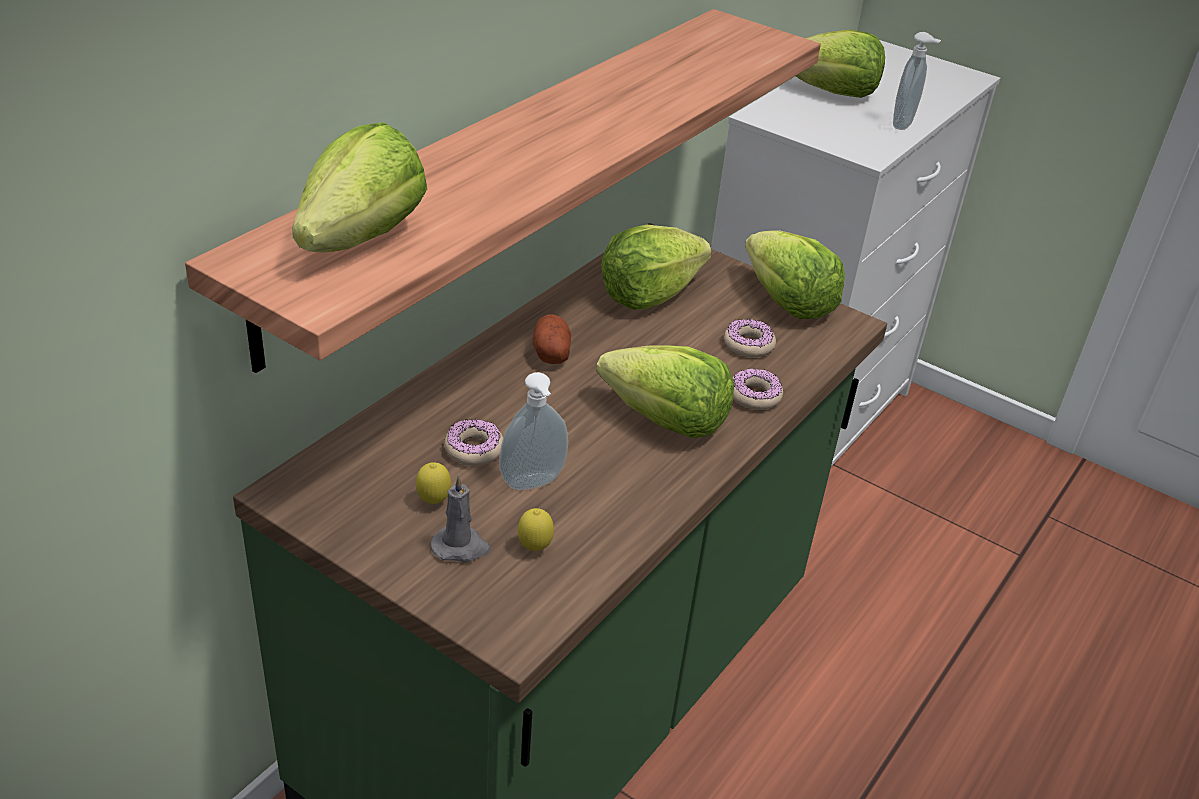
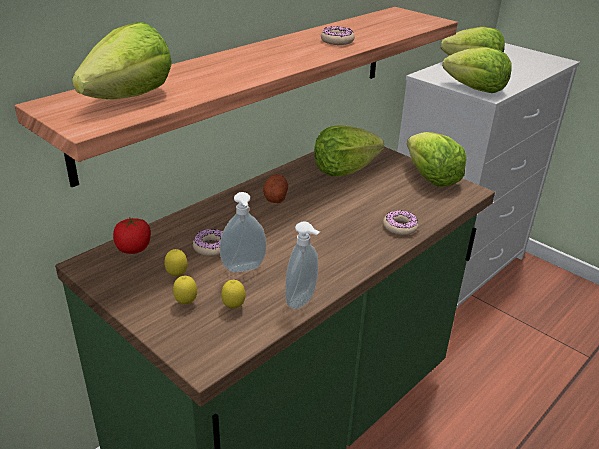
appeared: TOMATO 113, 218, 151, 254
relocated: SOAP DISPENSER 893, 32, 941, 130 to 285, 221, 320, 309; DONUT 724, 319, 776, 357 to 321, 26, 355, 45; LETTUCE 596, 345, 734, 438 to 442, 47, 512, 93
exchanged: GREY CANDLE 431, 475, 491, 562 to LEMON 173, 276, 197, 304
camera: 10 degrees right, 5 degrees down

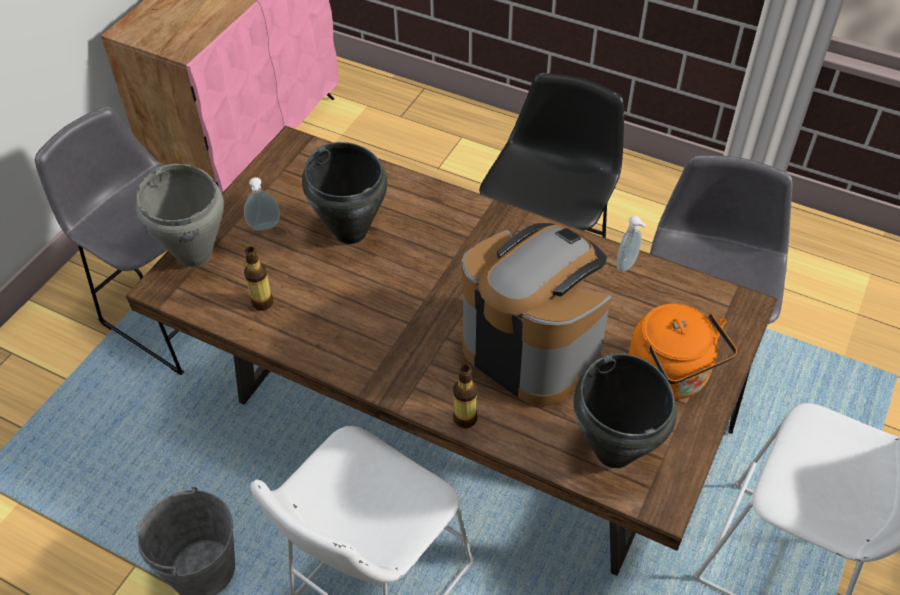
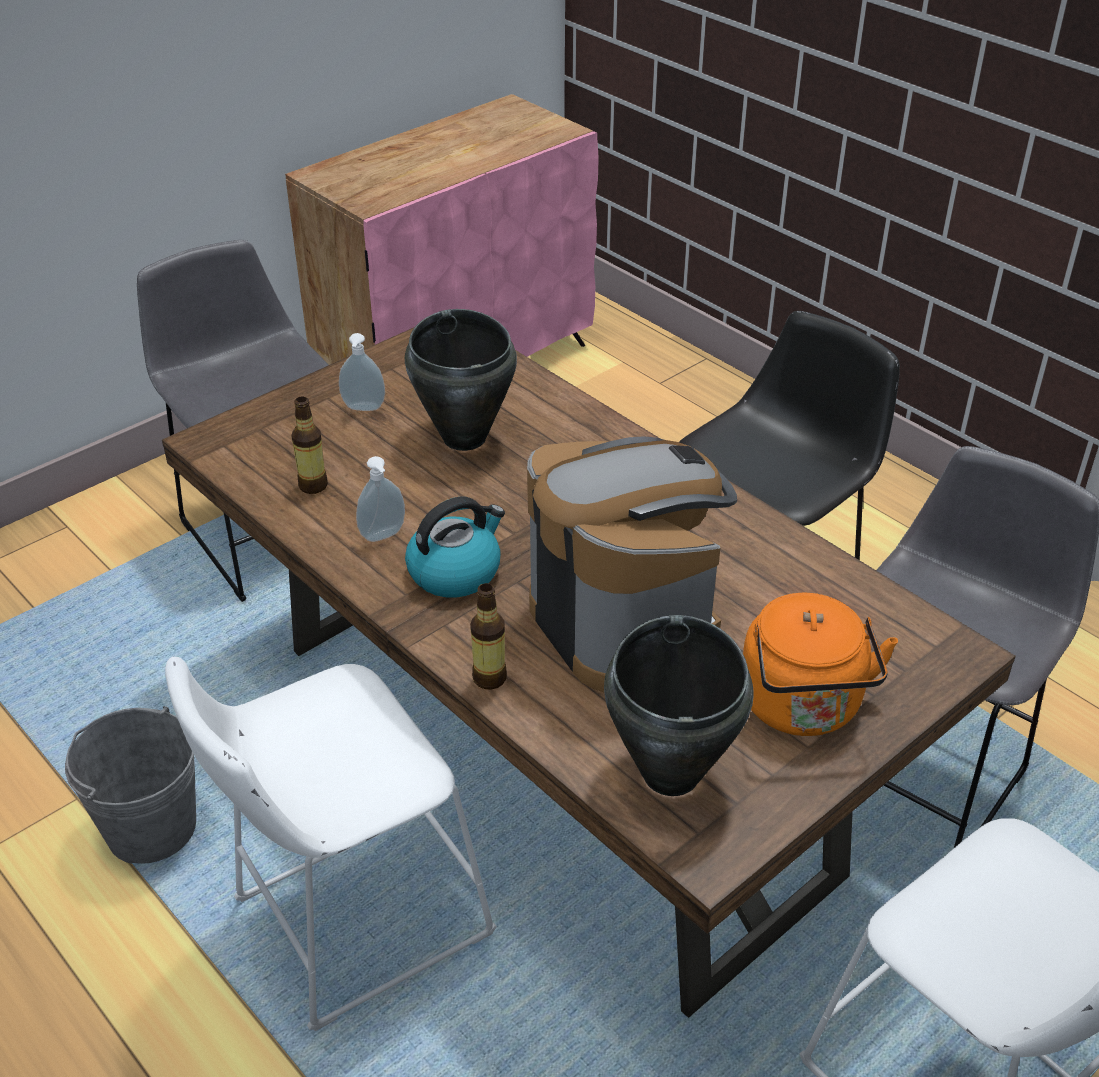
missing: GREY COOKING POT 136, 164, 224, 267
appeared: KETTLE 405, 497, 505, 598
relocated: SOAP DISPENSER 617, 216, 646, 272 to 356, 456, 405, 542
camera: 20 degrees right, 10 degrees down

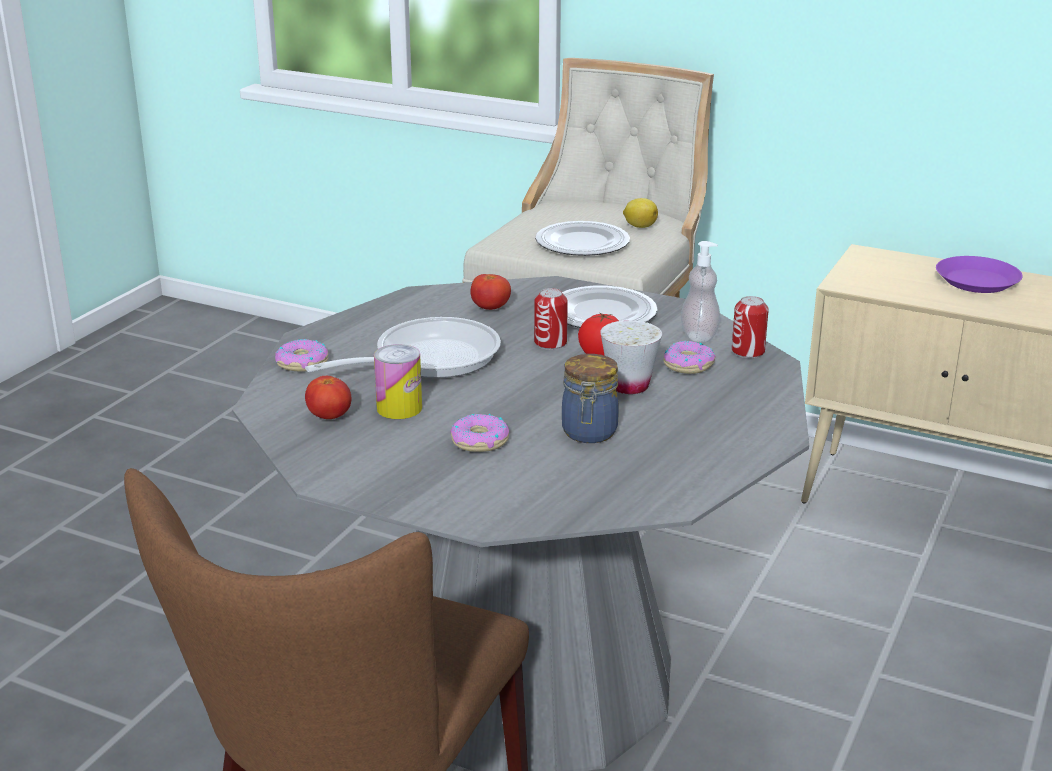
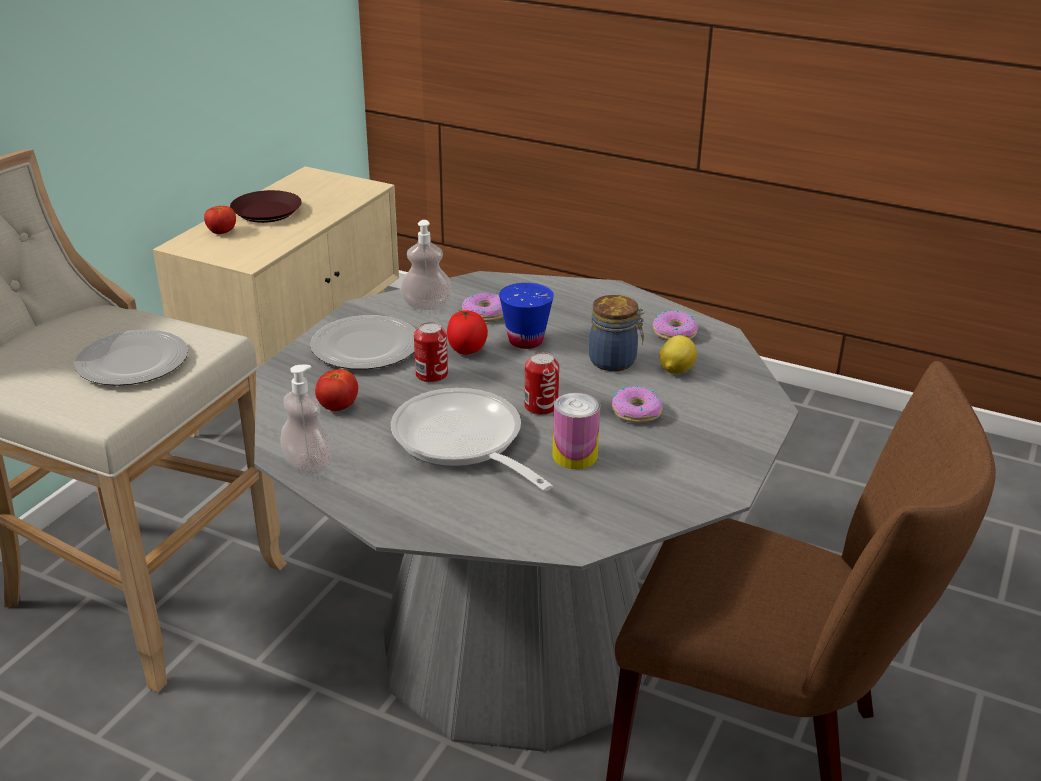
appeared: SOAP DISPENSER 280, 365, 332, 475
relocated: LEMON 623, 198, 658, 228 to 660, 335, 697, 374; CAN 732, 296, 769, 358 to 524, 352, 559, 415; DONUT 275, 339, 329, 371 to 653, 310, 698, 340; TOMATO 305, 376, 352, 419 to 204, 206, 236, 234
colour: PURPLE PLATE 936, 256, 1022, 293 to BROWN PLATE 230, 190, 302, 223; WHITE CUP 600, 320, 662, 394 to BLUE CUP 499, 283, 554, 349
camera: 90 degrees left, 5 degrees up

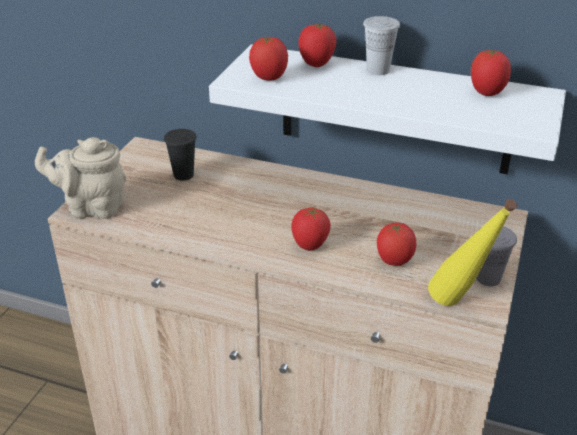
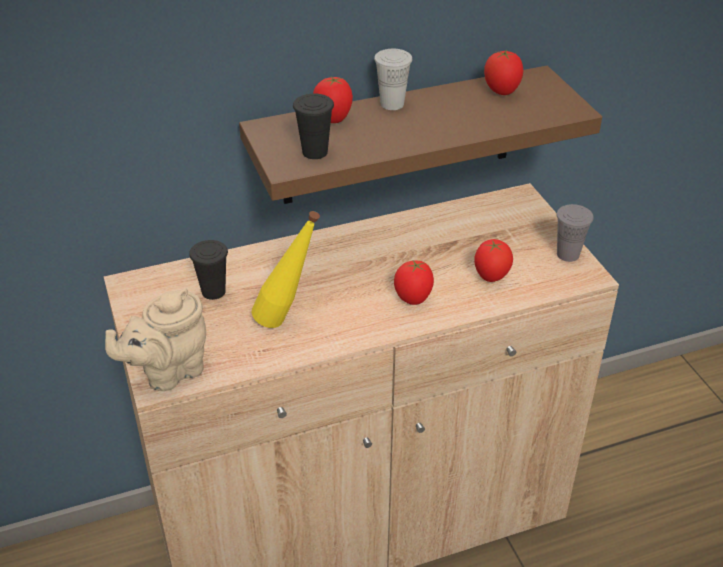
relocated: YELLOW BOTTLE 428, 199, 517, 306 to 251, 211, 320, 328
exchanged: TOMATO 249, 36, 288, 81 to BLACK CUP 293, 93, 334, 159
colour: WHITE SHELF 209, 45, 566, 174 to BROWN SHELF 239, 66, 602, 204
camera: 40 degrees left, 5 degrees up

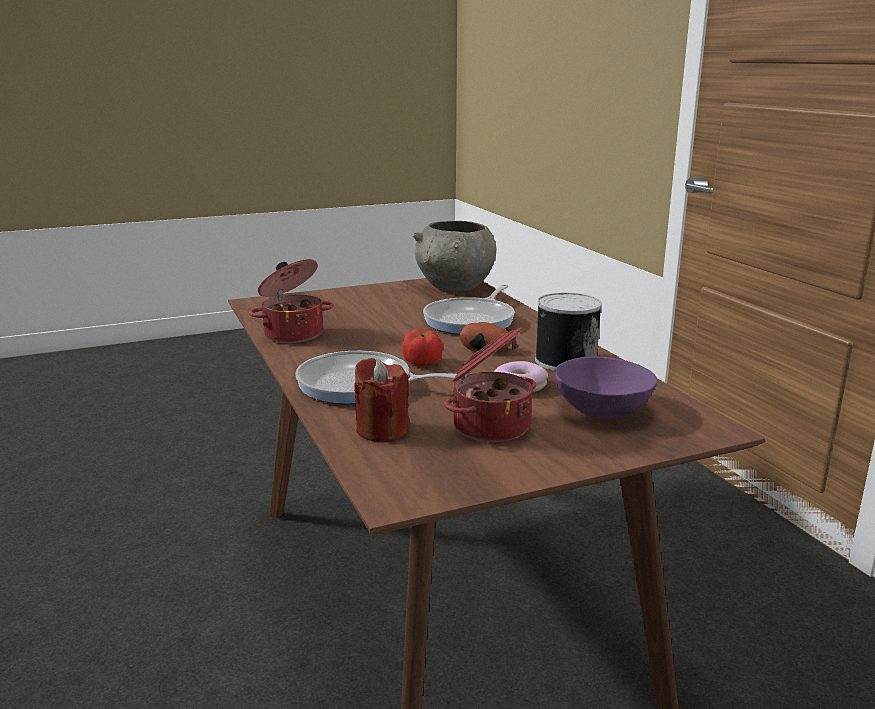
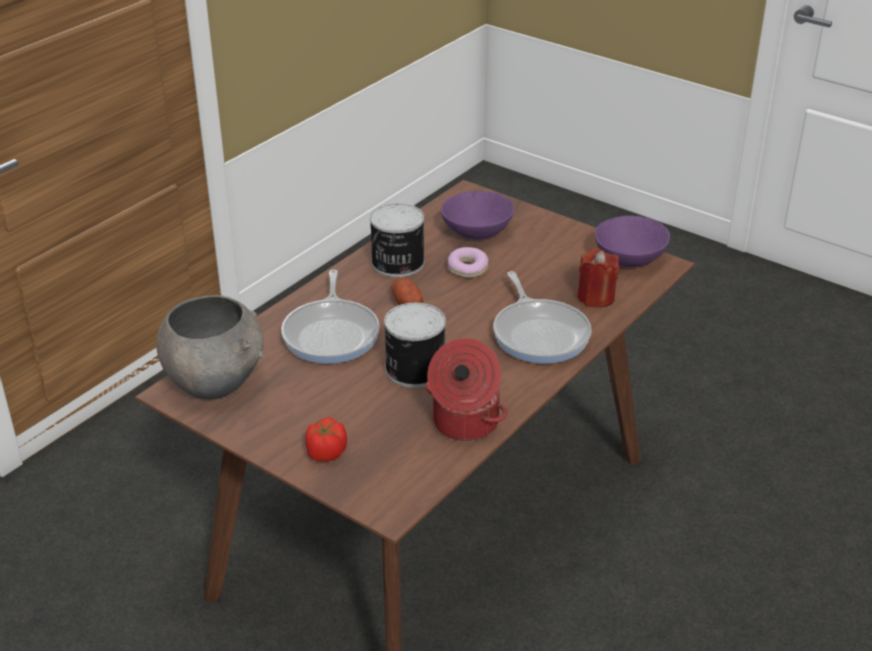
missing: COOKING POT 445, 327, 536, 442
appeared: PURPLE BOWL 595, 216, 670, 267; CAN 384, 303, 446, 388
relocated: TOMATO 402, 328, 443, 367 to 305, 418, 347, 461
spun: FRYING PAN 423, 285, 515, 335 = 281, 269, 380, 364 90 degrees clockwise
camera: 120 degrees left, 15 degrees up

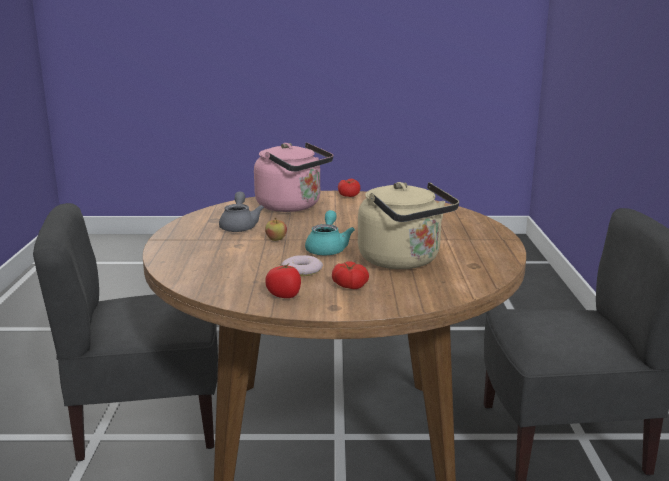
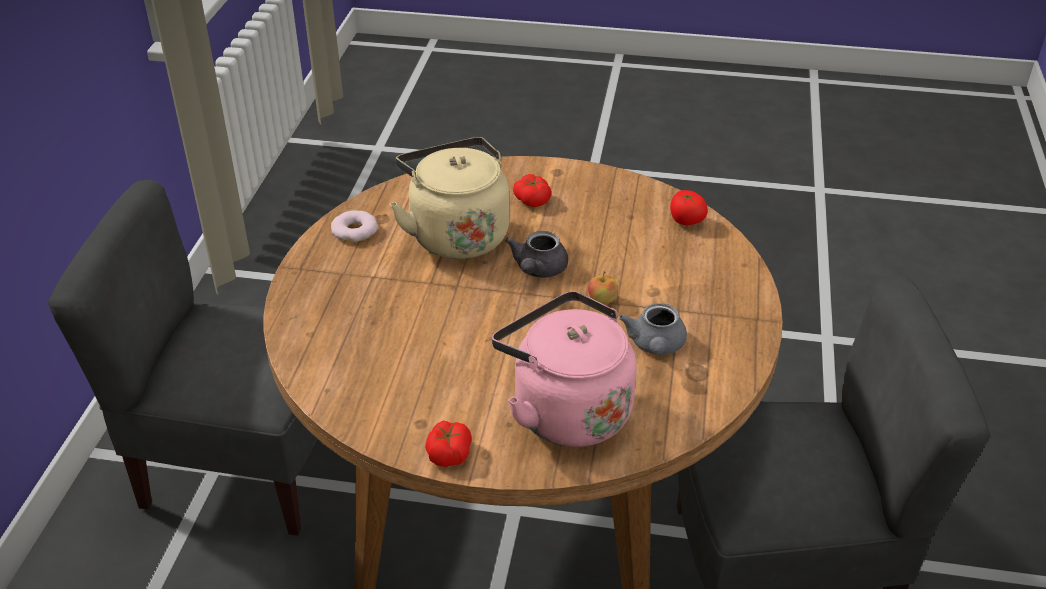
relocated: DONUT 282, 255, 323, 276 to 331, 210, 378, 242; TOMATO 265, 264, 301, 298 to 670, 190, 708, 225
colour: TURQUOISE TEAPOT 305, 210, 355, 256 to GREY TEAPOT 505, 231, 568, 278
camera: 170 degrees left, 20 degrees up

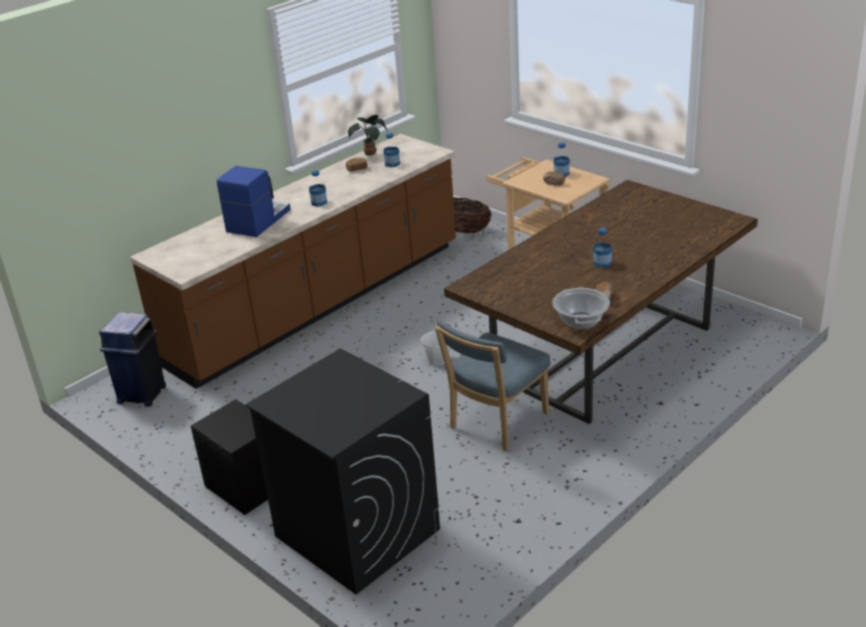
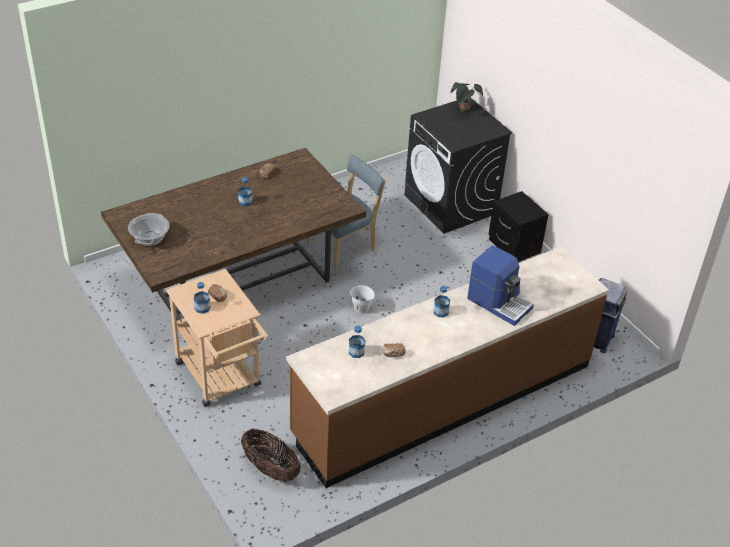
relocated: POTTED PLANT 348, 115, 387, 156 to 450, 82, 483, 112; COOKING POT 552, 287, 610, 329 to 128, 213, 170, 246
spun: COFFEE MACHINE 217, 166, 291, 237 = 467, 245, 534, 326 90 degrees counterclockwise
camera: 170 degrees left, 10 degrees up

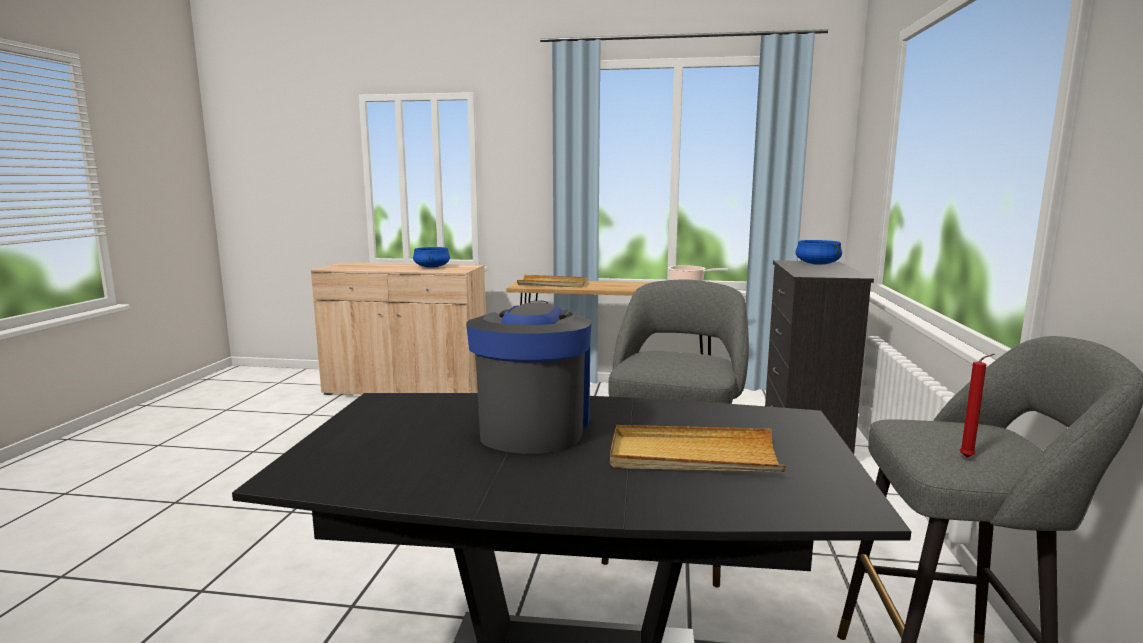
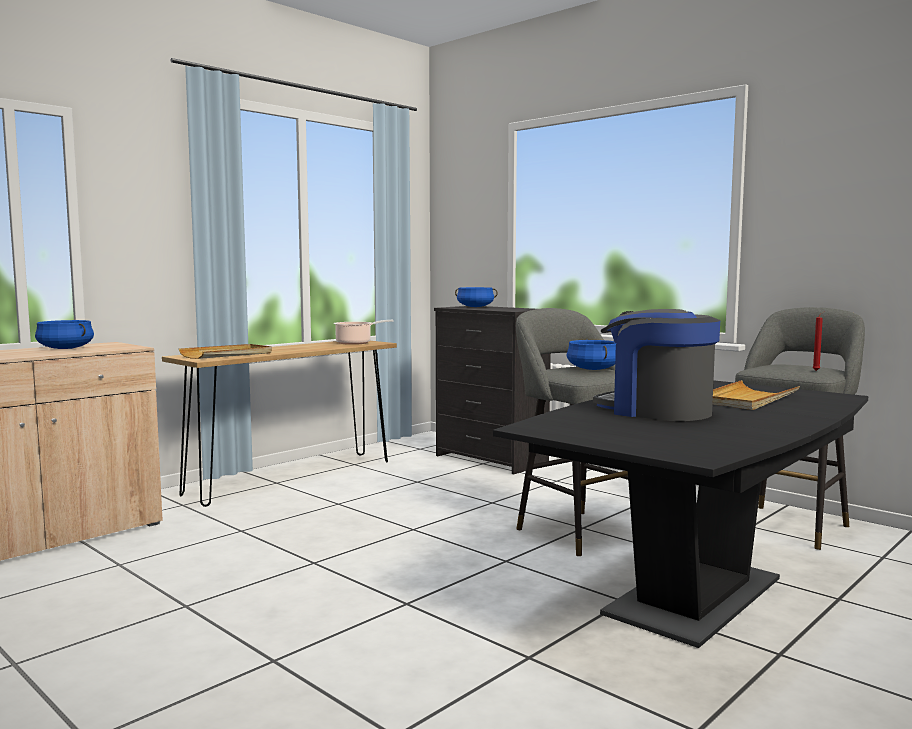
appeared: BLUE COOKING POT 567, 340, 616, 370
camera: 55 degrees left, 5 degrees down

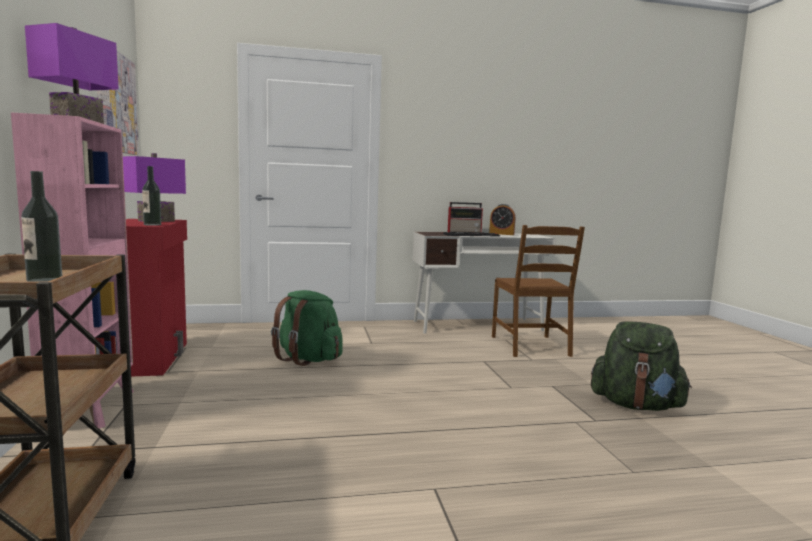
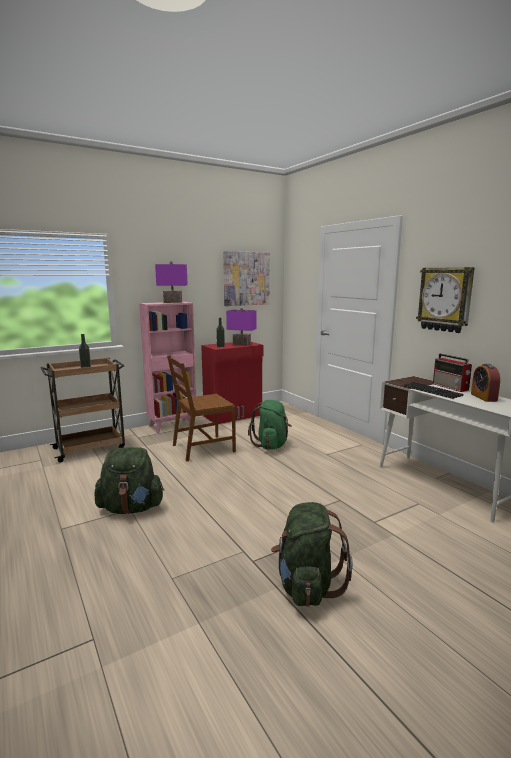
appeared: WALL CLOCK 416, 267, 475, 333; GREEN BACKPACK 94, 447, 164, 514
relocated: BROWN CHAIR 492, 225, 585, 357 to 167, 355, 236, 462
camera: 70 degrees right, 5 degrees up

